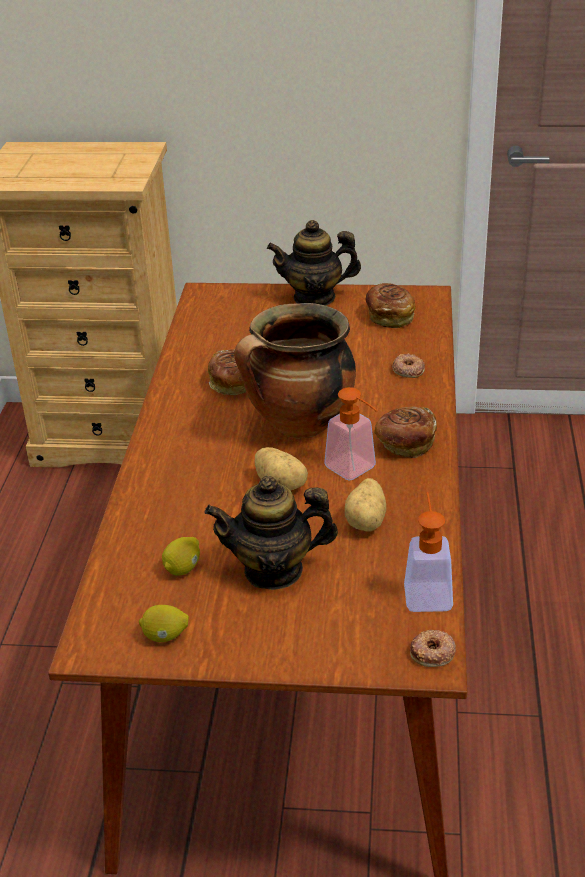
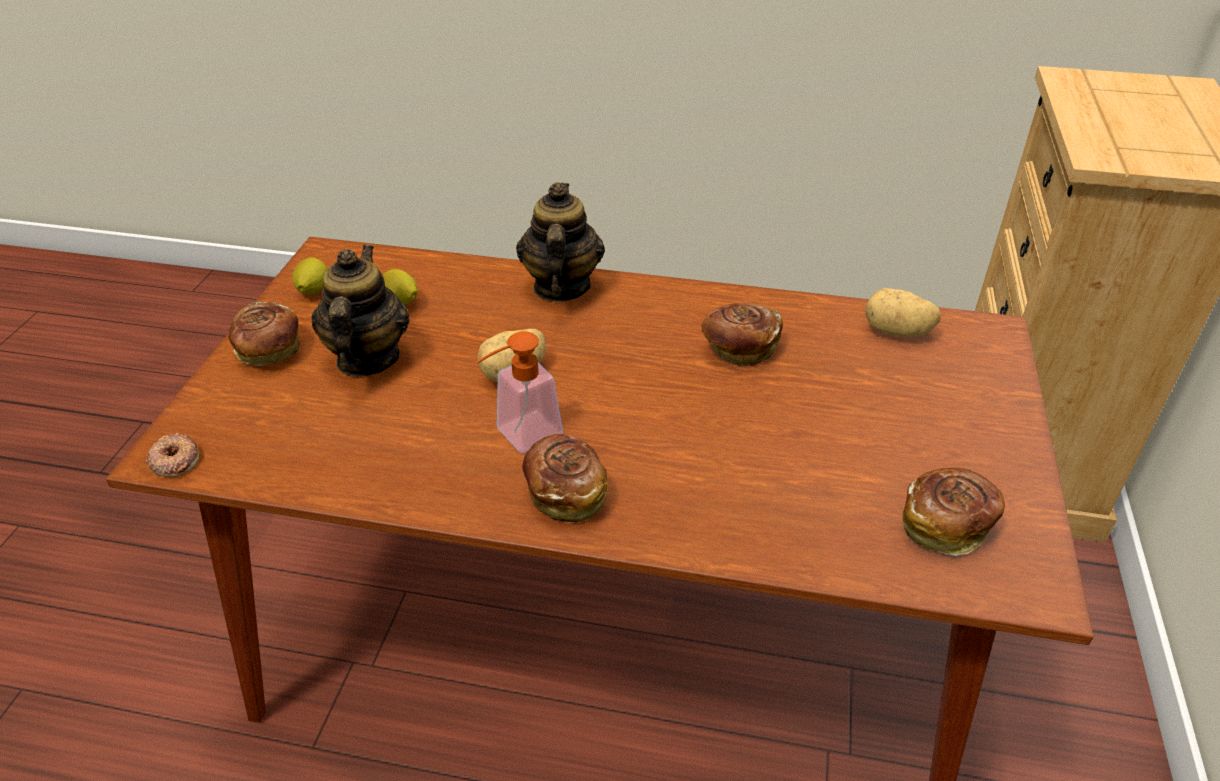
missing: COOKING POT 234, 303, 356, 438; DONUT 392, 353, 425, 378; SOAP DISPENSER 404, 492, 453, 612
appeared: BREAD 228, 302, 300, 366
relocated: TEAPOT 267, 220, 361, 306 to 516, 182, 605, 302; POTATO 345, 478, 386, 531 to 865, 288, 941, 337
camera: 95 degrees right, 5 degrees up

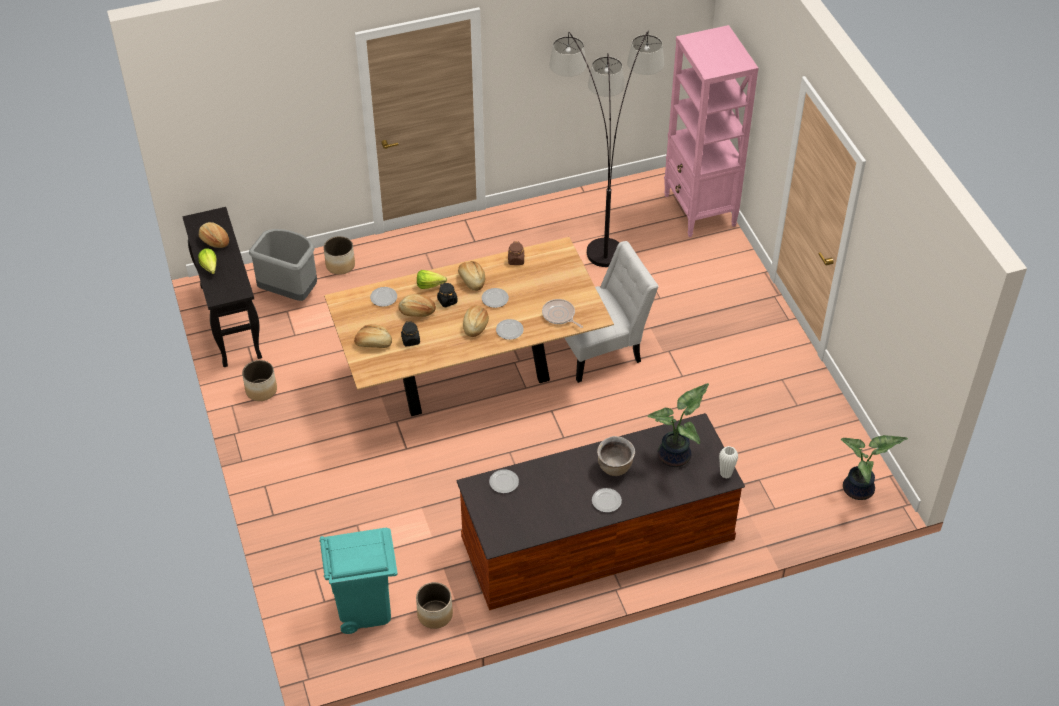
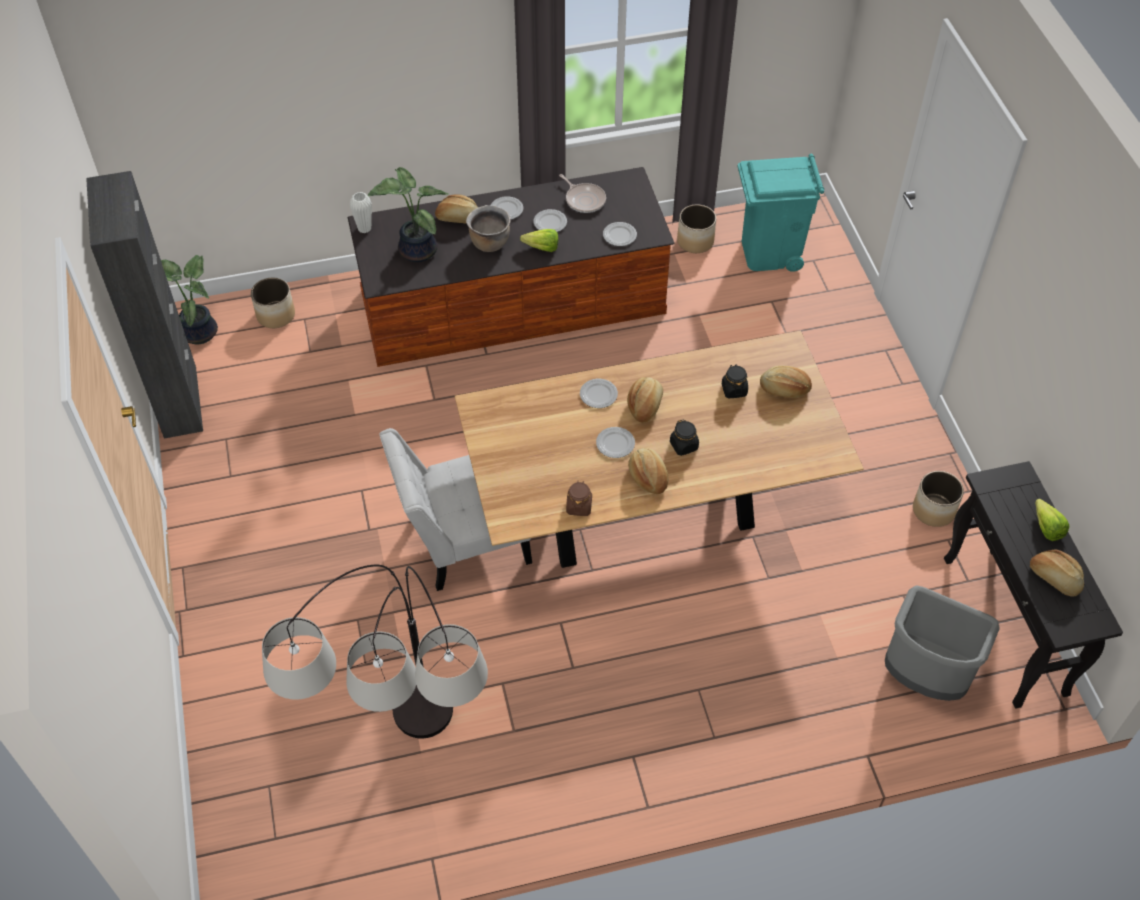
missing: PINK BOOKCASE 664, 25, 758, 237
appeared: BLACK CABINET 86, 171, 203, 439
relocated: PLANTER 324, 236, 355, 275 to 251, 278, 295, 328; LETTUCE 417, 270, 447, 289 to 520, 229, 559, 252; PLATE 370, 287, 397, 307 to 533, 209, 567, 232; BREAD 399, 294, 436, 317 to 435, 194, 478, 224; FRYING PAN 542, 299, 583, 328 to 559, 174, 606, 213
camera: 175 degrees left, 5 degrees up

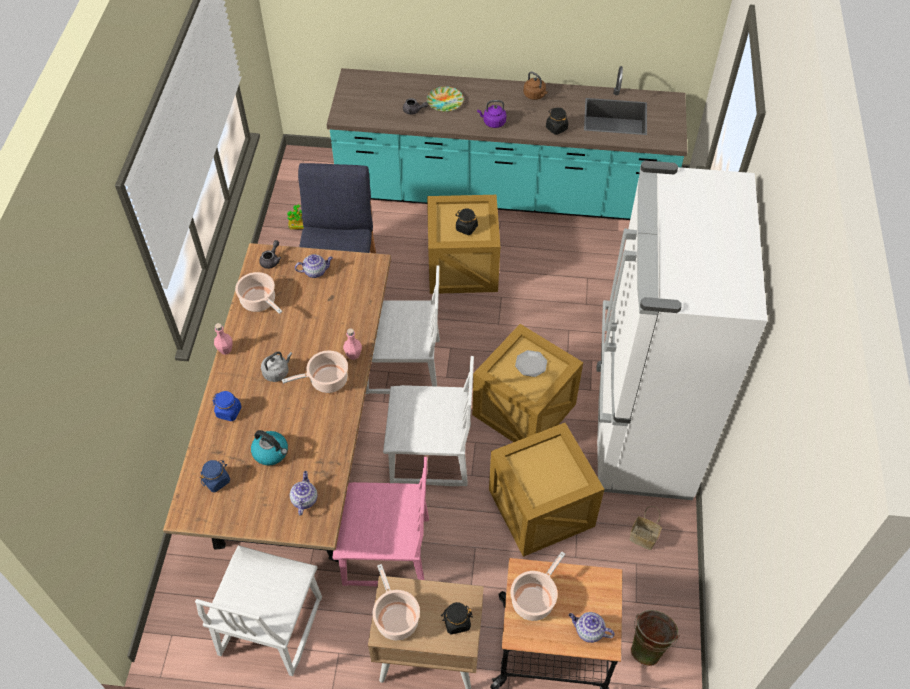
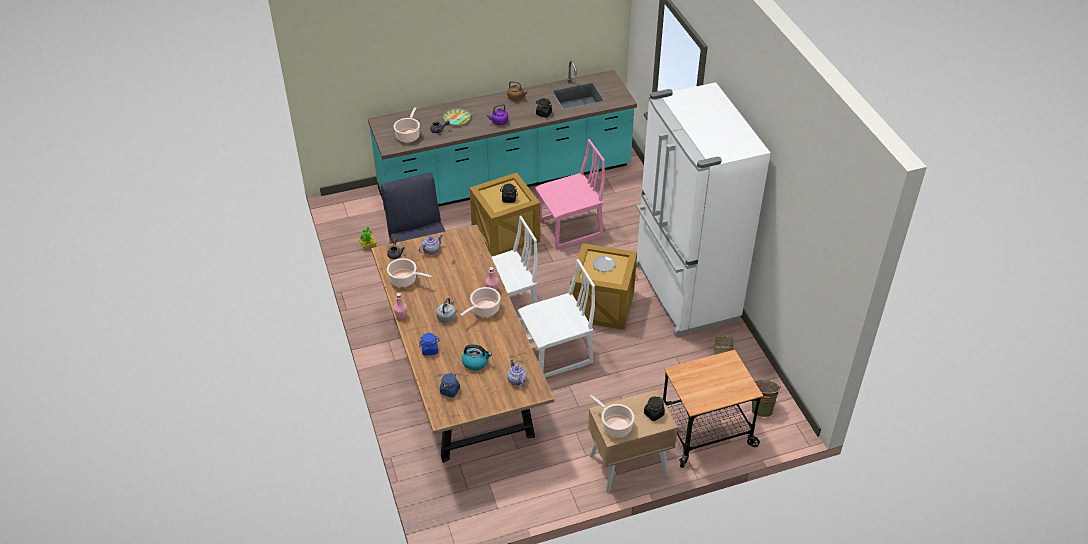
missing: CRATE 489, 423, 604, 557; WHITE CHAIR 195, 545, 322, 676; TEAPOT 569, 612, 615, 643
relocated: PINK CHAIR 332, 457, 429, 586 to 535, 139, 605, 249; COOKING POT 510, 552, 565, 621 to 394, 107, 420, 143
camera: 25 degrees left, 10 degrees down

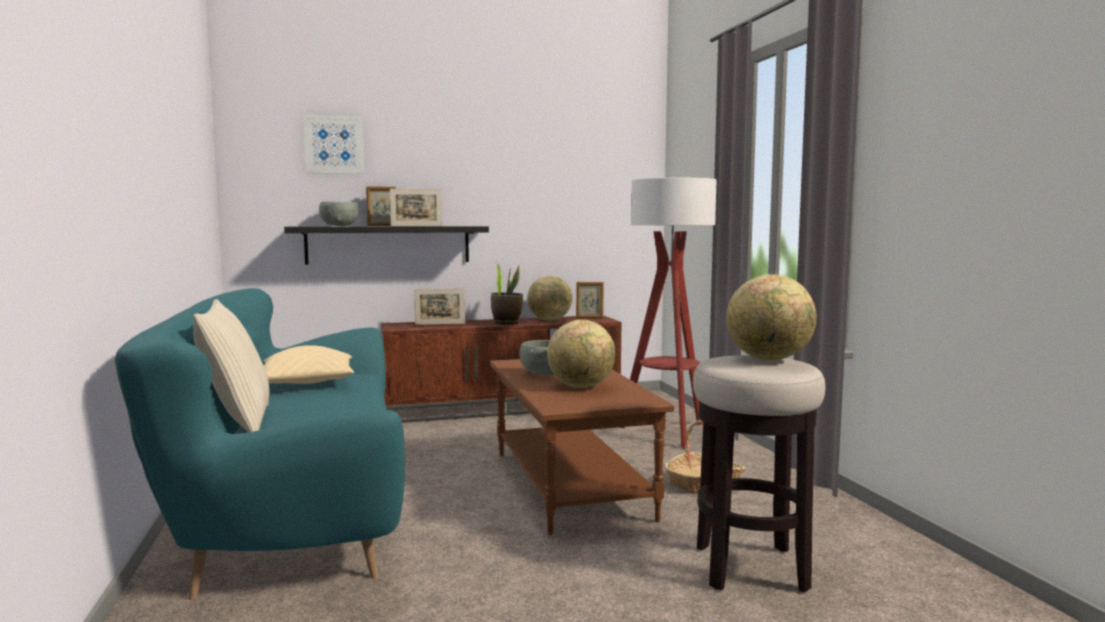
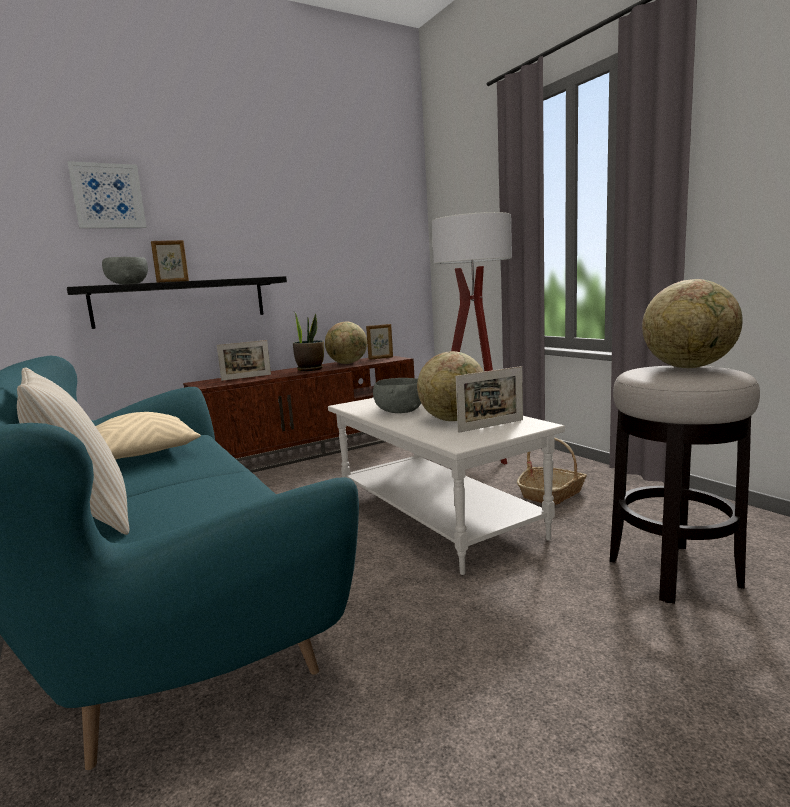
relocated: PICTURE FRAME 390, 189, 442, 226 to 456, 366, 523, 433
colour: BROWN COFFEE TABLE 490, 359, 674, 535 to WHITE COFFEE TABLE 328, 398, 565, 575
camera: 15 degrees left, 5 degrees up

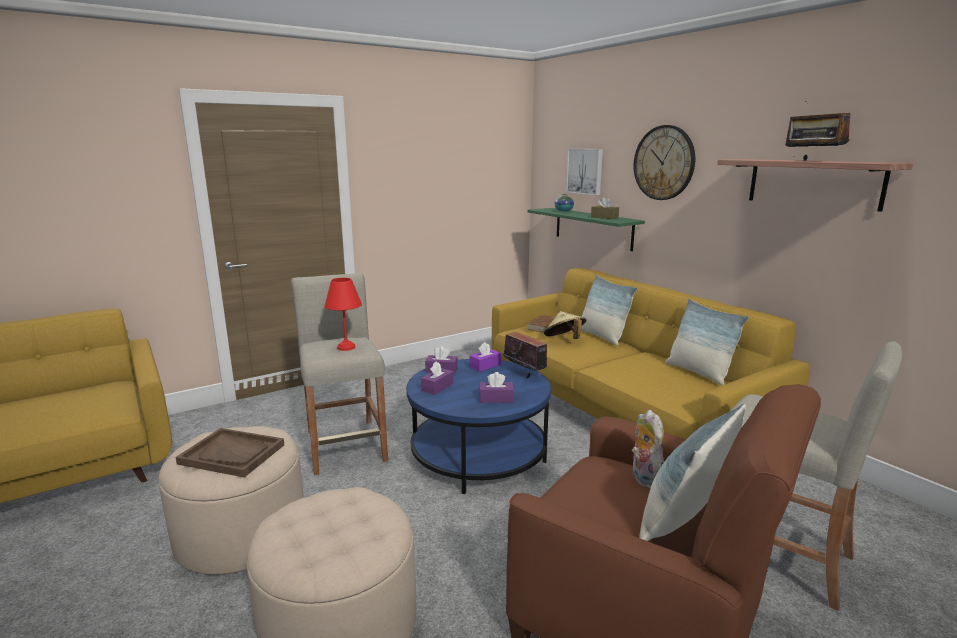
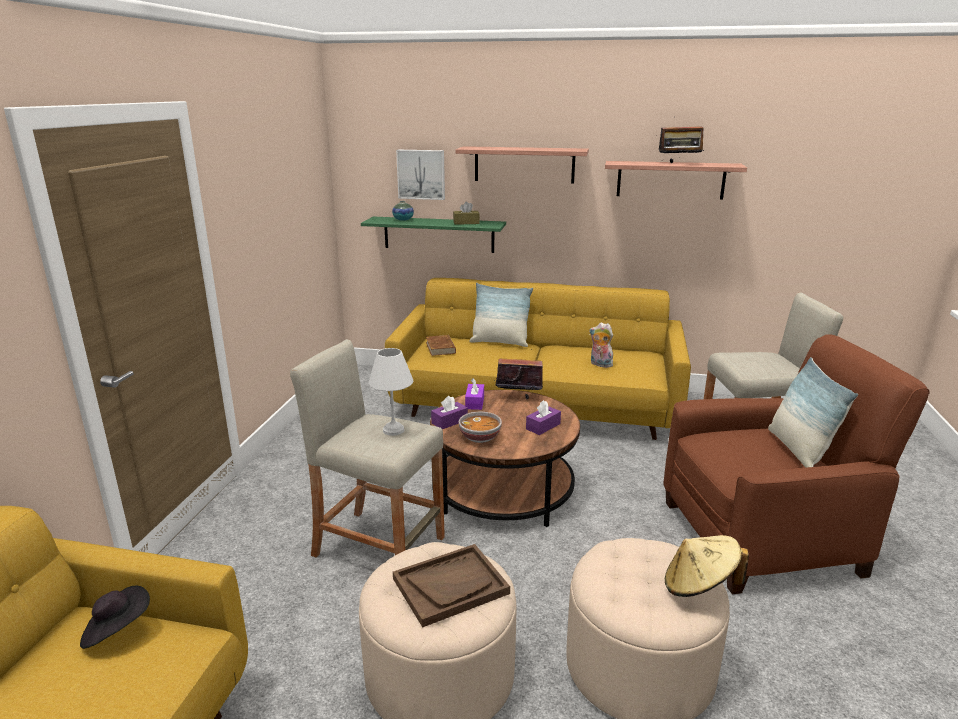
missing: PILLOW 665, 299, 749, 385
appeared: BLACK HAT 80, 586, 150, 649
relocated: BEIGE HAT 544, 311, 586, 339 to 665, 535, 749, 597; PLUSH TOY 632, 410, 664, 489 to 589, 322, 613, 368
exchanged: WALL CLOCK 634, 125, 695, 200 to SHELF 455, 146, 589, 184; PURPLE TISSUE BOX 421, 361, 453, 395 to BOWL 459, 412, 502, 443
colour: RED TABLE LAMP 324, 278, 362, 351 to WHITE TABLE LAMP 369, 348, 413, 436; BLUE COFFEE TABLE 406, 359, 551, 494 to BROWN COFFEE TABLE 430, 390, 580, 527
camera: 45 degrees left, 5 degrees up

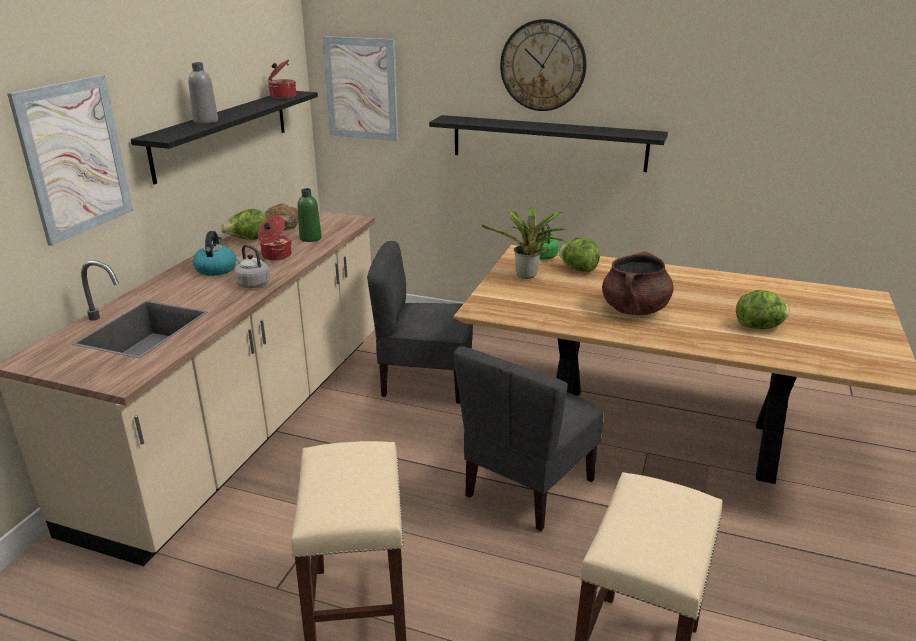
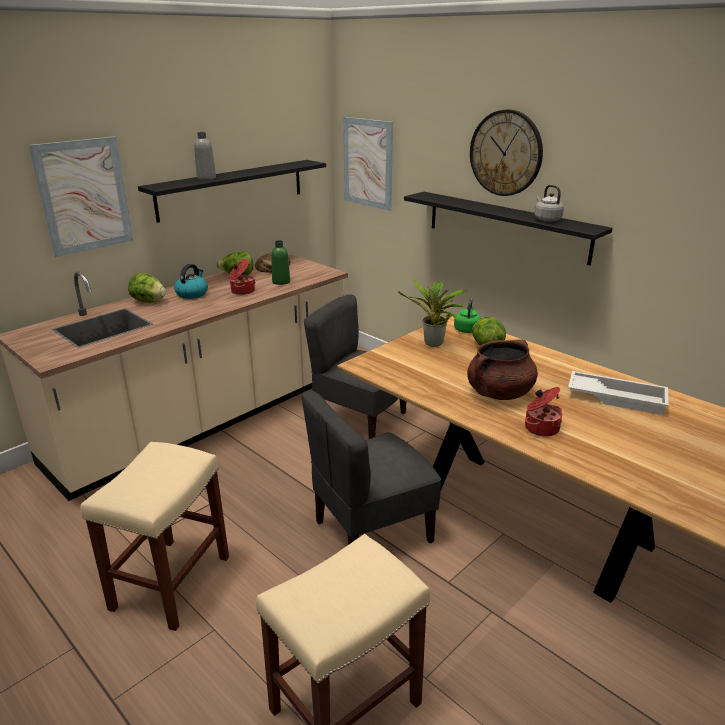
appeared: WHITE TRAY 568, 371, 669, 415
relocated: COOKING POT 267, 59, 296, 99 to 525, 387, 562, 437; GREY KETTLE 234, 245, 270, 288 to 534, 185, 564, 222; LETTUCE 736, 290, 789, 329 to 128, 273, 166, 303
camera: 25 degrees right, 0 degrees up

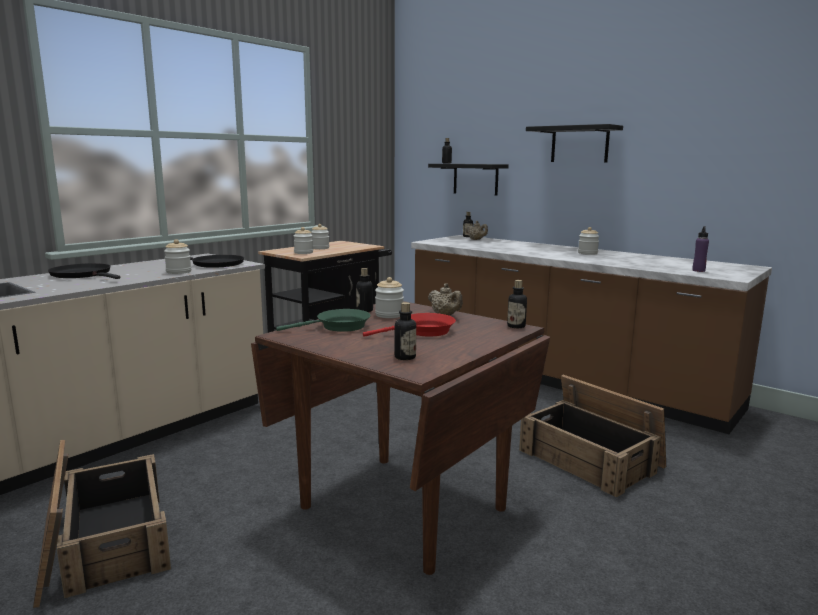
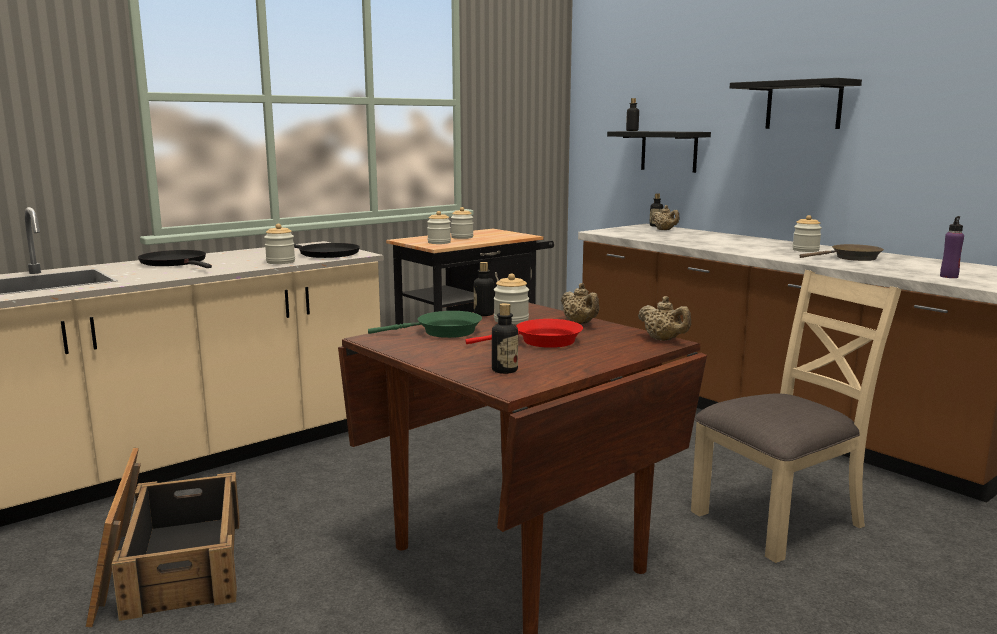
appeared: BROWN FRYING PAN 799, 244, 884, 261
exchanged: BOTTLE 507, 280, 527, 328 to BEIGE TEAPOT 638, 296, 691, 341; CRATE 519, 375, 666, 498 to BEIGE CHAIR 691, 270, 901, 563
camera: 10 degrees right, 0 degrees up

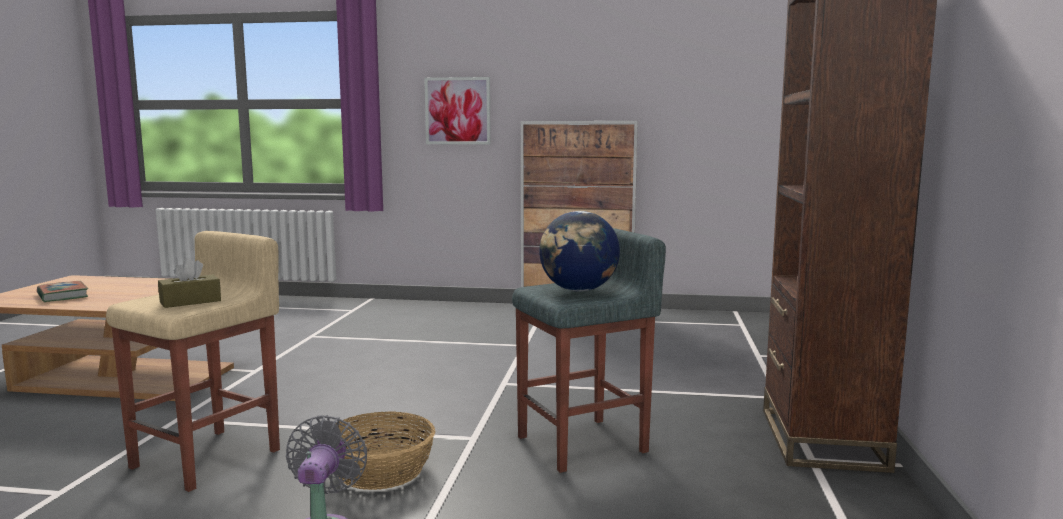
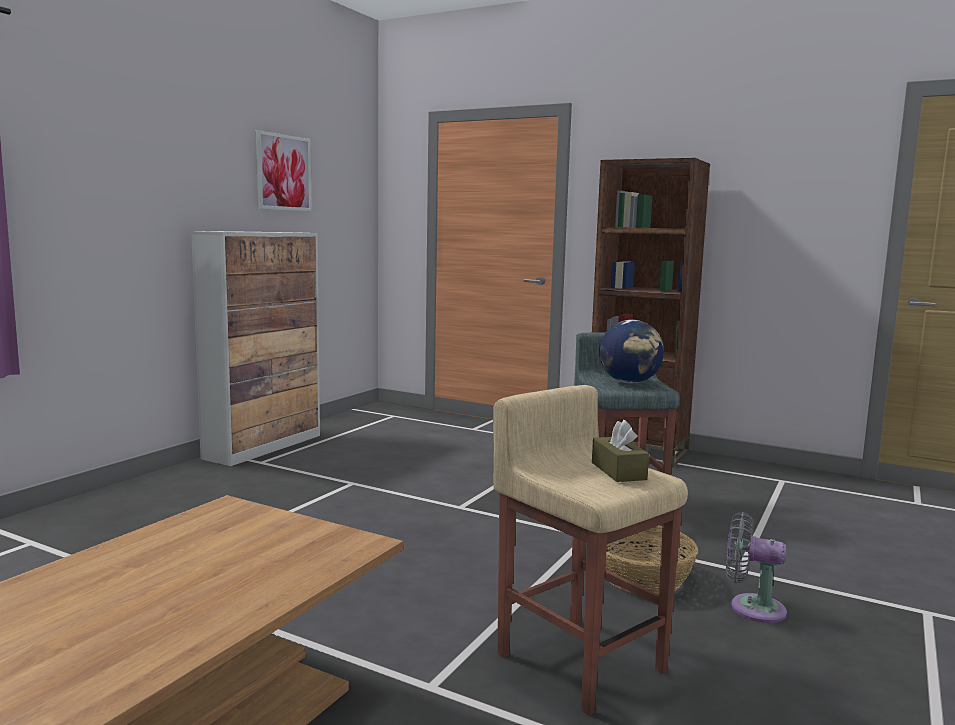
missing: BOOK 37, 281, 88, 302
relocated: PICTURE 424, 77, 491, 145 to 256, 130, 312, 211
camera: 70 degrees left, 0 degrees up

